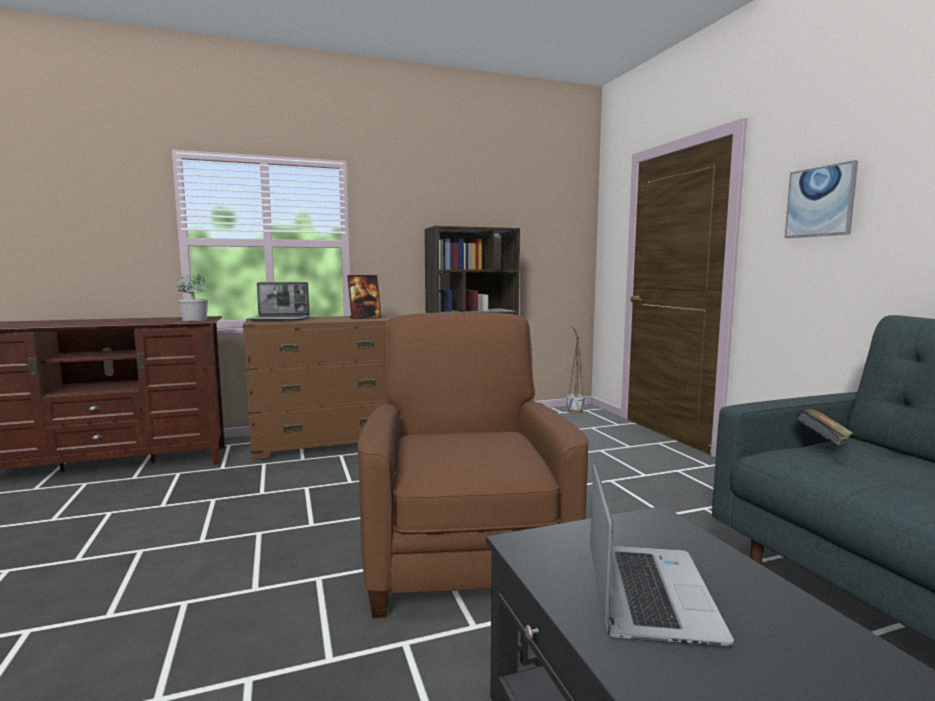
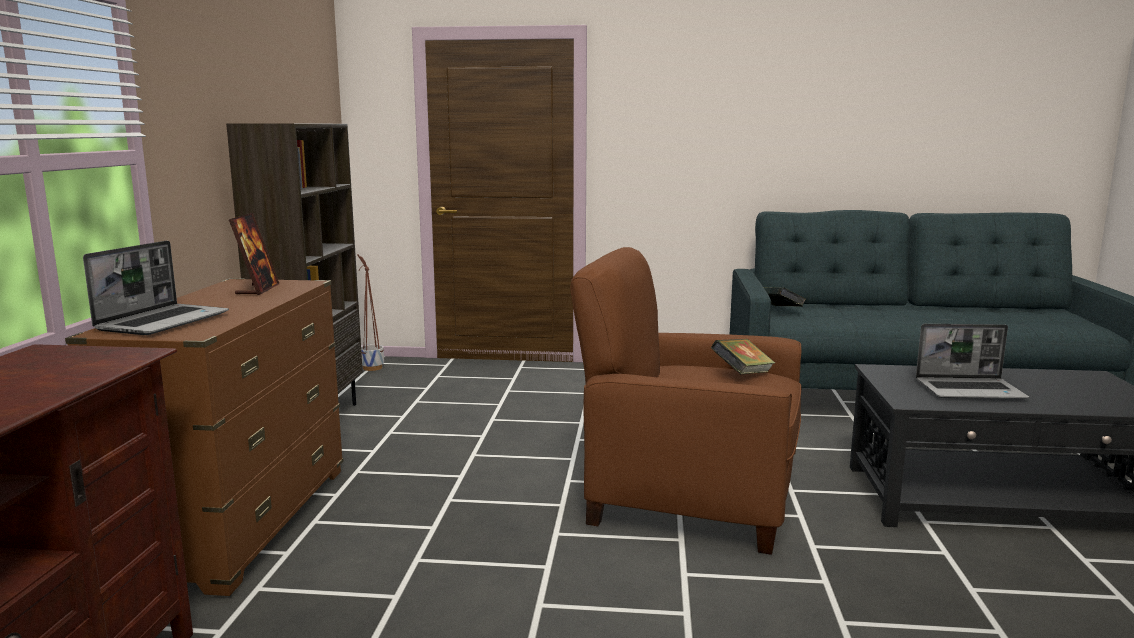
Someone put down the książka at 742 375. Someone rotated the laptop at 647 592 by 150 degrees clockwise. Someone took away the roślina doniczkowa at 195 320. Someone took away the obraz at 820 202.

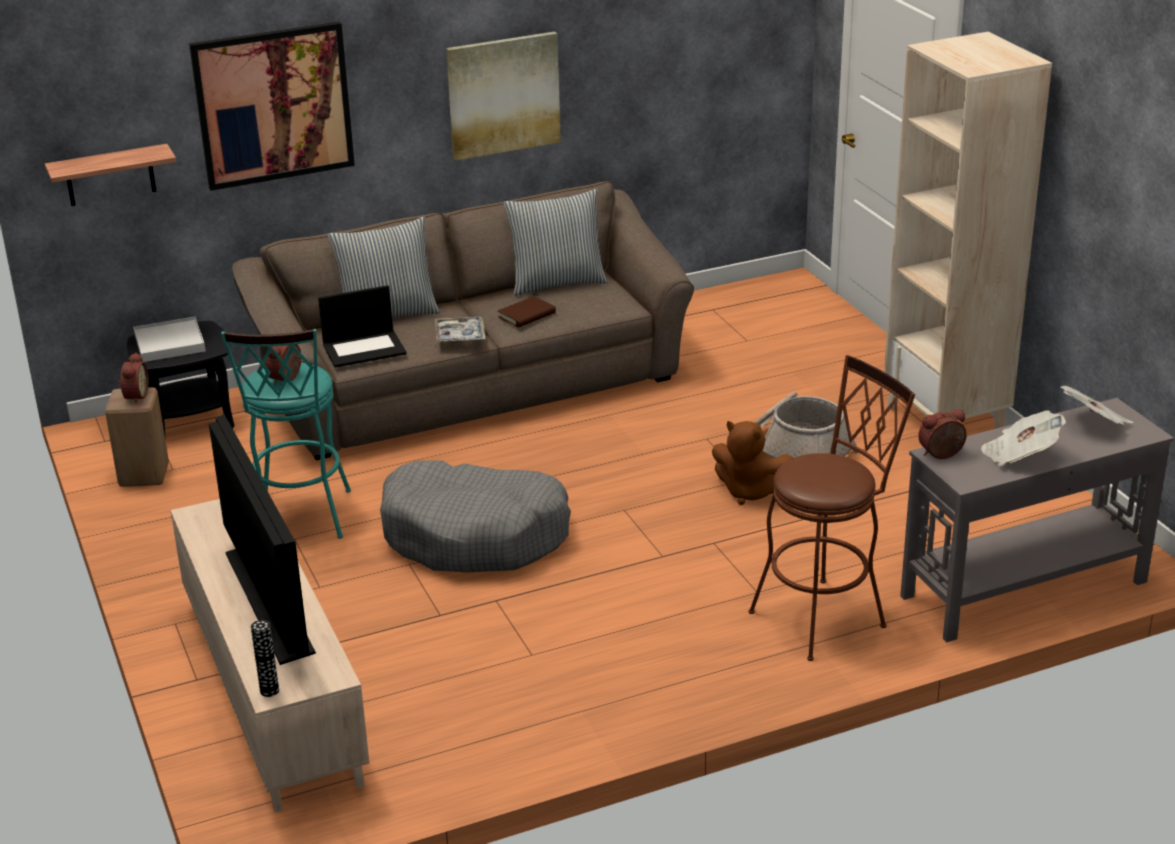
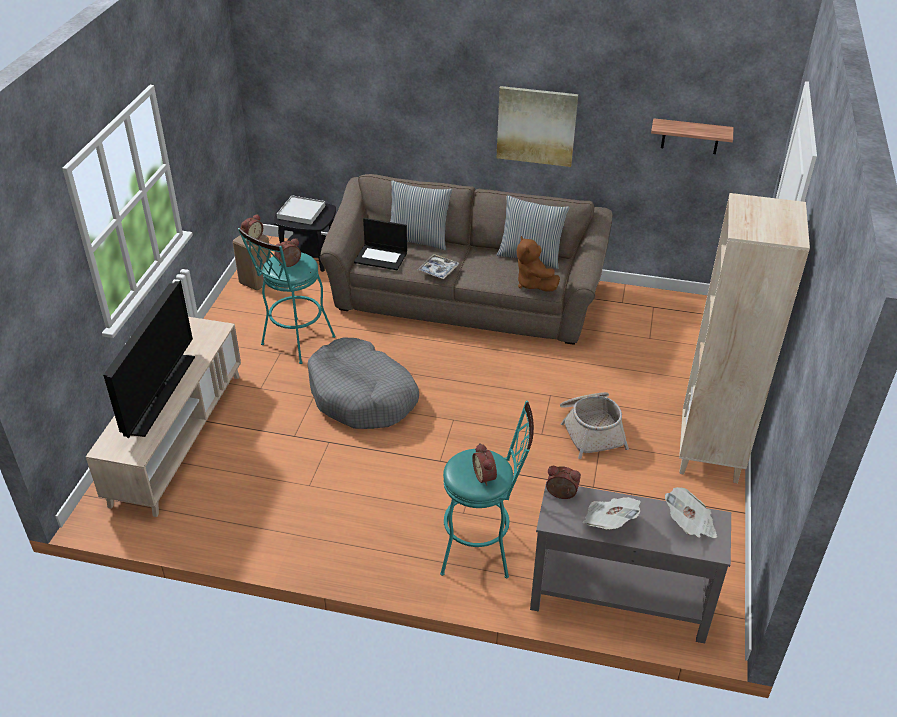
Someone repainted the stołek (brązowy) at 826 615, which became the stołek (turkusowy) at 483 550. Someone put down the budzik at 486 476. Someone carried the pluszak (brązowy) from 751 492 to 533 284. Someone carried the półka from 110 175 to 690 136. Someone took away the obraz at 273 105. Someone took away the wazon at 269 690. Someone took away the książka (brązowy) at 527 315.

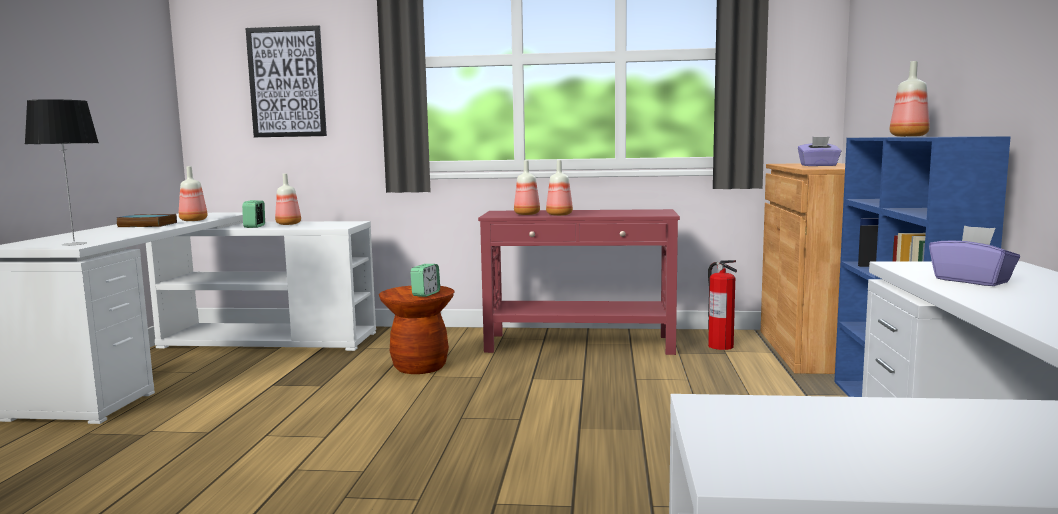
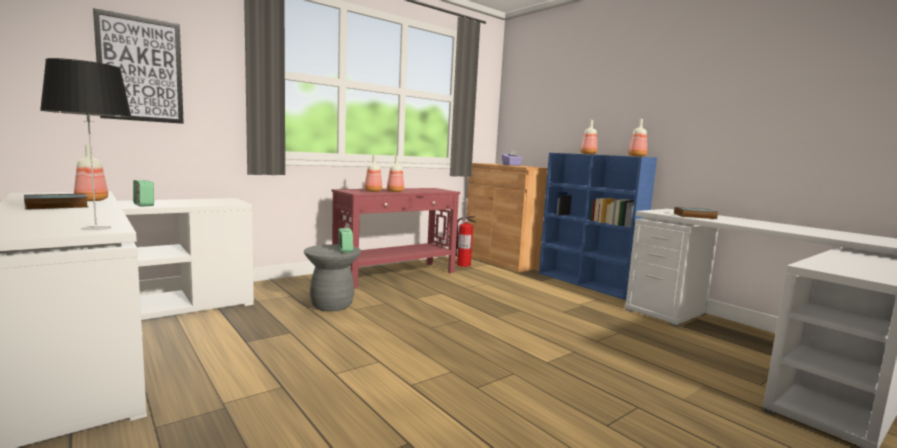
Someone repainted the stołek (brązowy) at 420 367, which became the stołek (szary) at 332 305. Someone carried the butelka from 289 224 to 636 156. Someone swapped the pudełko chusteczek (fioletowy) at 971 280 for the książka at 694 216.

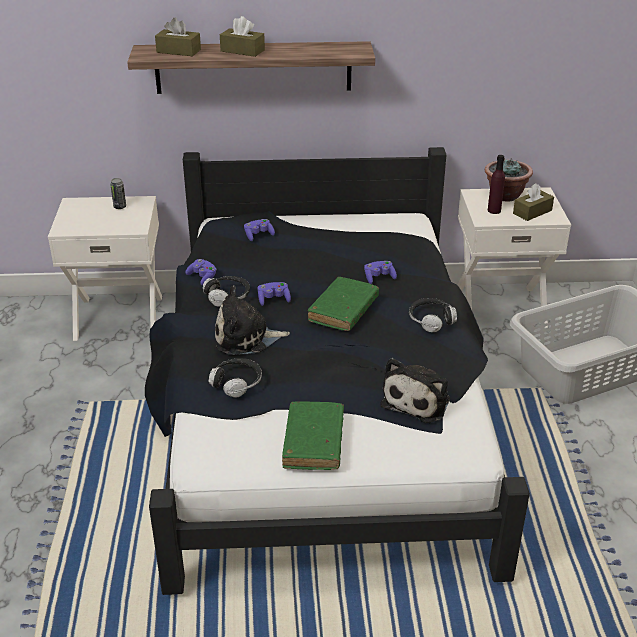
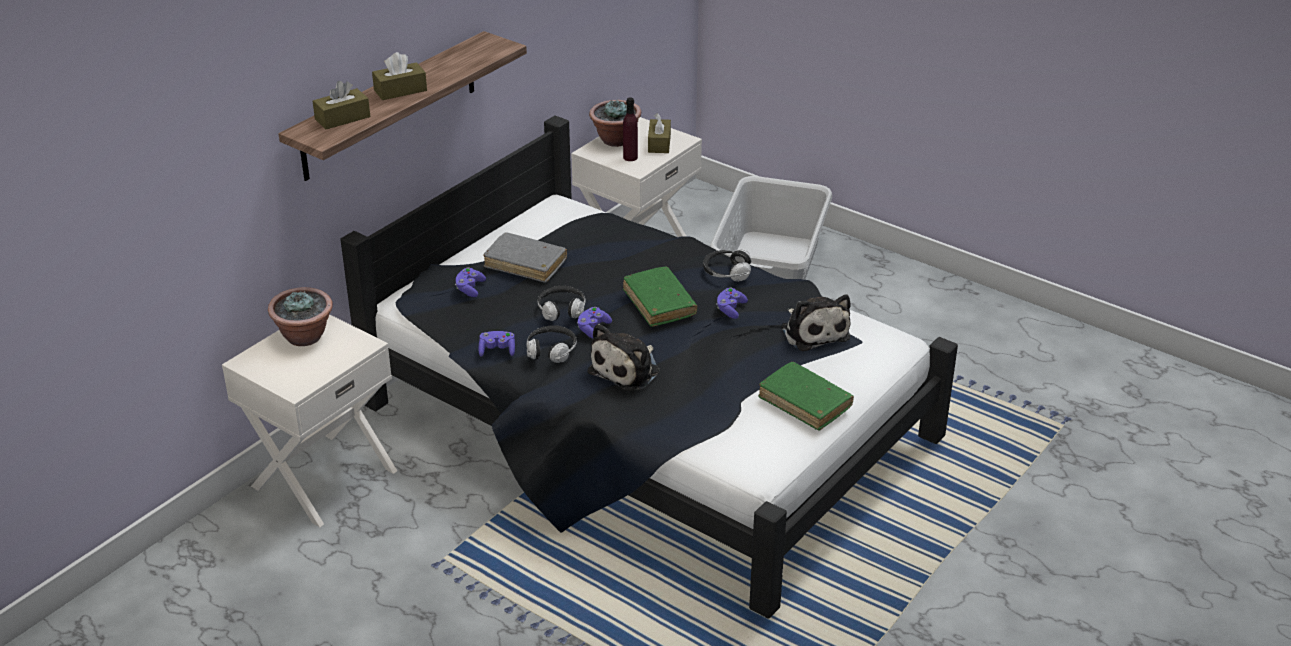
Someone swapped the puszka at 120 207 for the roślina doniczkowa at 305 337. Someone put down the książka (szary) at 525 264. Someone carried the słuchawki from 237 383 to 562 310. Someone carried the pad do gier (fioletowy) from 379 278 to 730 309.

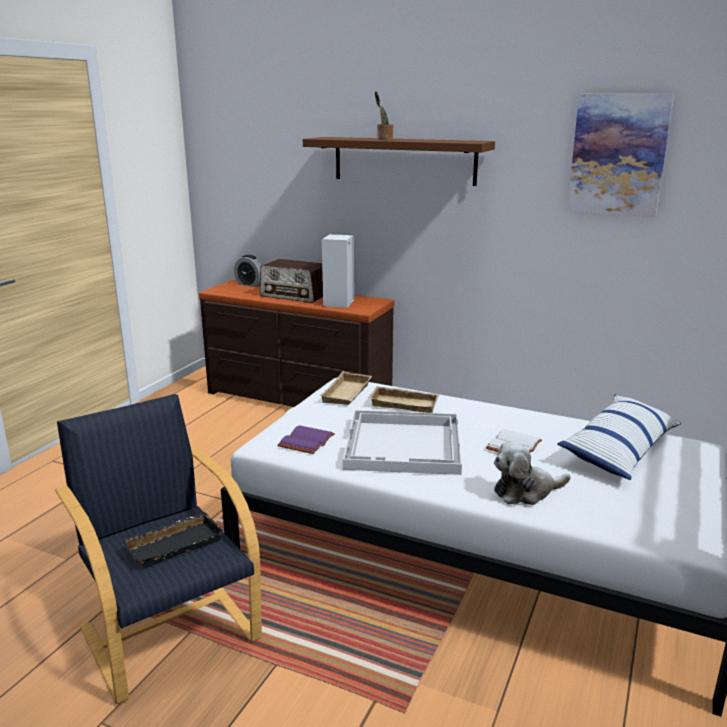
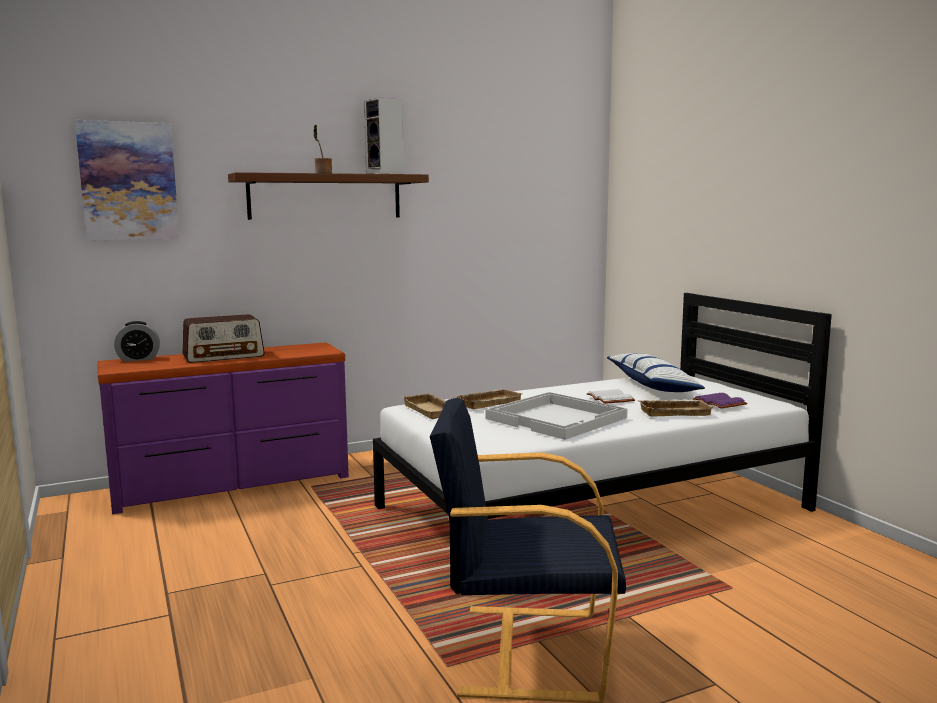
Someone carried the obraz from 618 155 to 128 181. Someone repainted the komoda (brązowy) at 297 399, which became the komoda (fioletowy) at 232 484. Someone carried the głośnik from 339 303 to 386 174. Someone swapped the pluszak at 525 491 for the taca (beżowy) at 674 412. Someone carried the książka (fioletowy) from 305 441 to 717 403. Someone took away the taca (czarny) at 174 543.

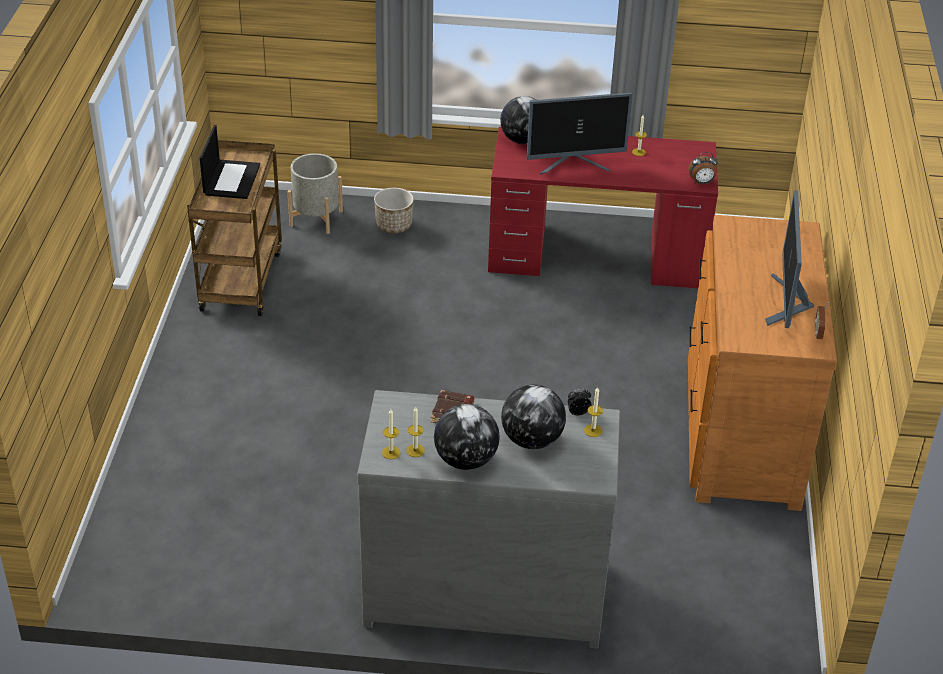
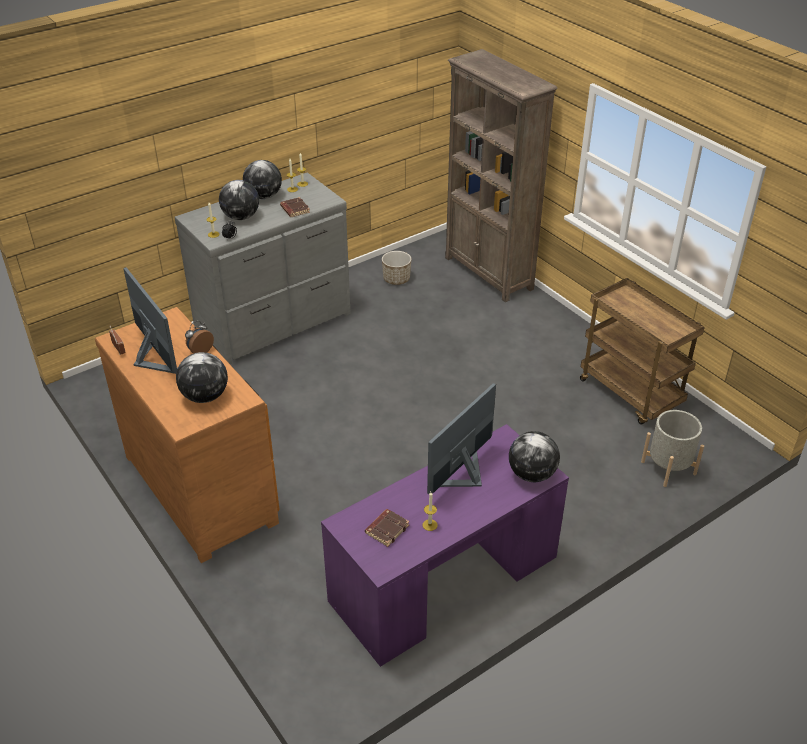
Someone put down the globus at 204 396. Someone carried the budzik from 701 183 to 200 351. Someone repainted the biurko (czerwony) at 597 254, which became the biurko (fioletowy) at 443 578. Someone put down the książka (brązowy) at 387 529. Someone carried the donica from 394 225 to 396 279. Someone put down the regał (brązowy) at 489 273. Someone took away the laptop at 231 179.

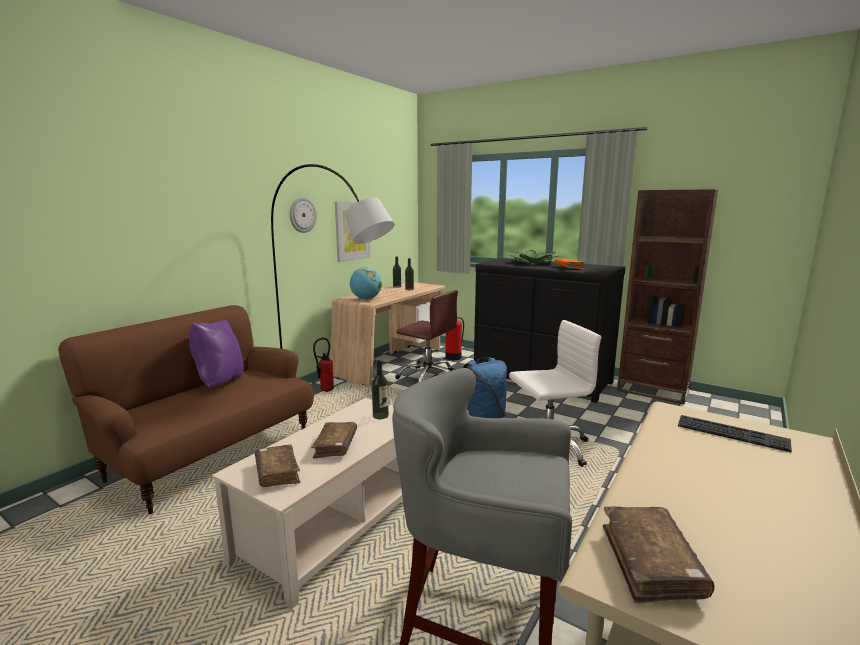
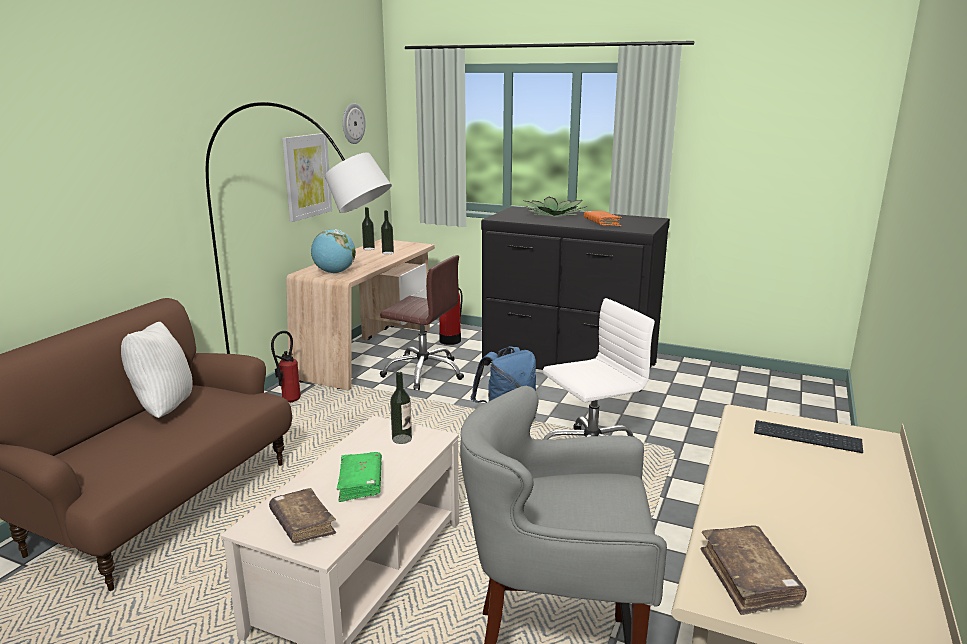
Someone repainted the poduszka (fioletowy) at 219 383, which became the poduszka (biały) at 163 409. Someone repainted the książka (brązowy) at 335 446, which became the książka (zielony) at 360 483. Someone carried the zegar ścienny from 302 215 to 353 123. Someone took away the regał (brązowy) at 653 390.

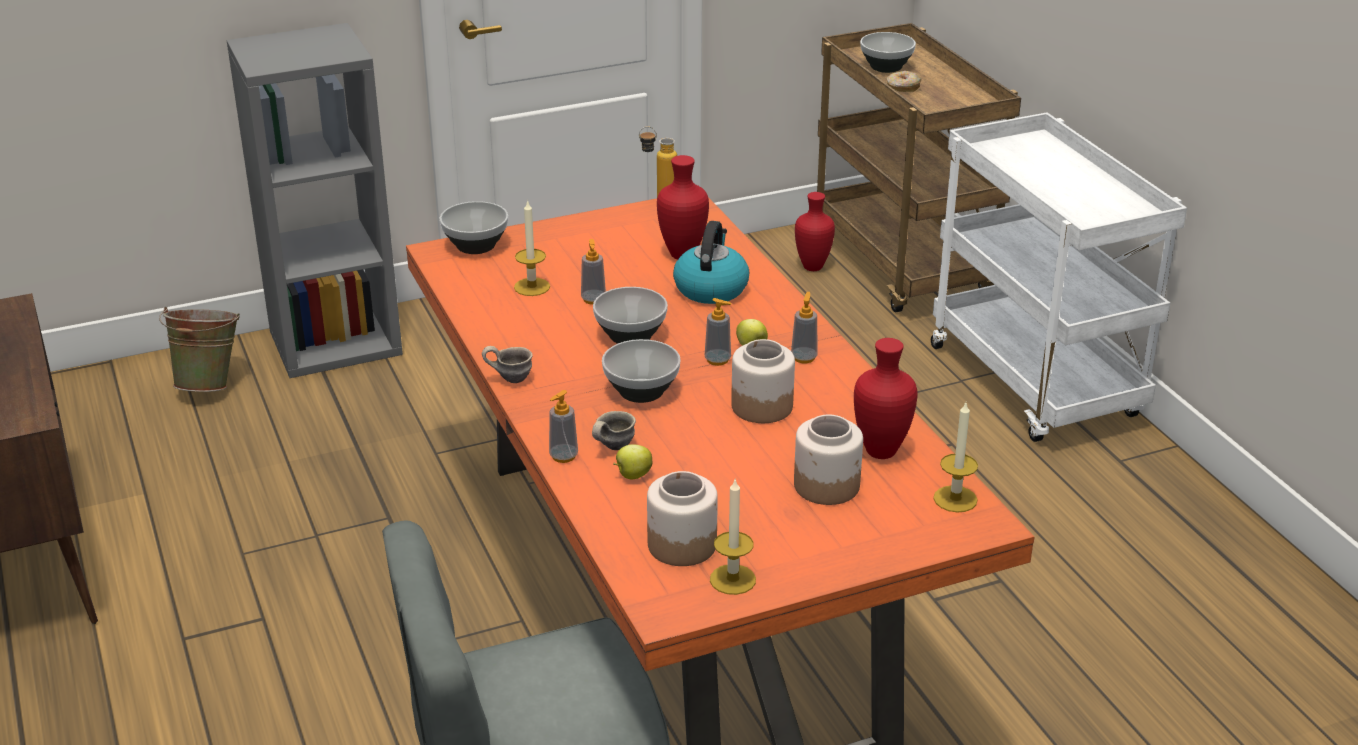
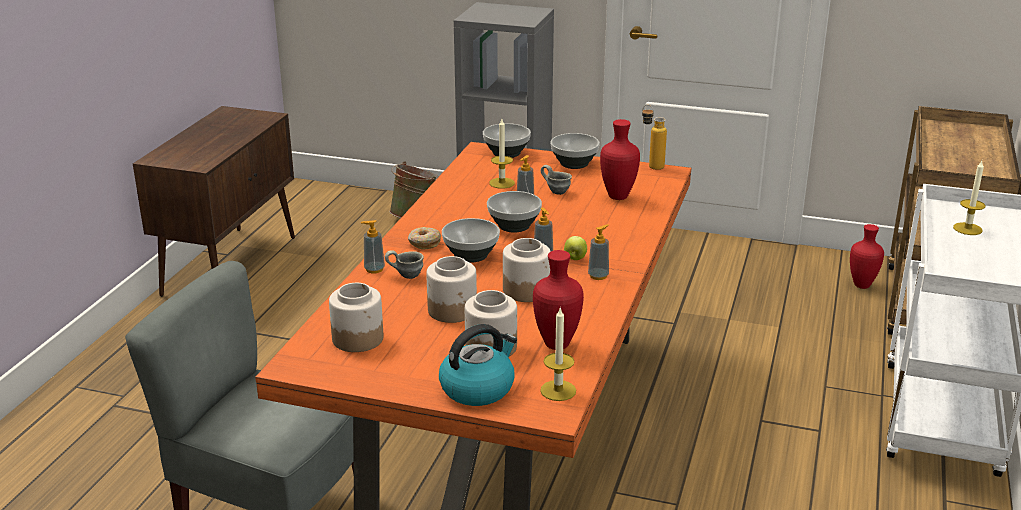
Someone carried the donut from 903 87 to 424 243. Someone put down the słoik at 453 311. Someone carried the czajnik from 711 288 to 478 388. Someone carried the kubek (szary) from 511 378 to 557 191. Someone carried the miska from 885 67 to 573 164. Someone carried the świeca from 732 579 to 967 229. Someone took away the jabłko at 632 475.

